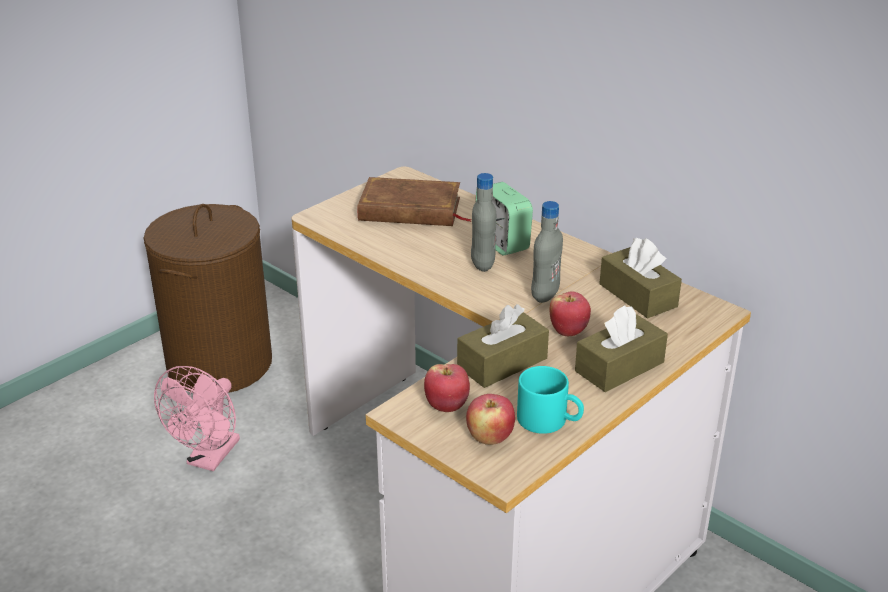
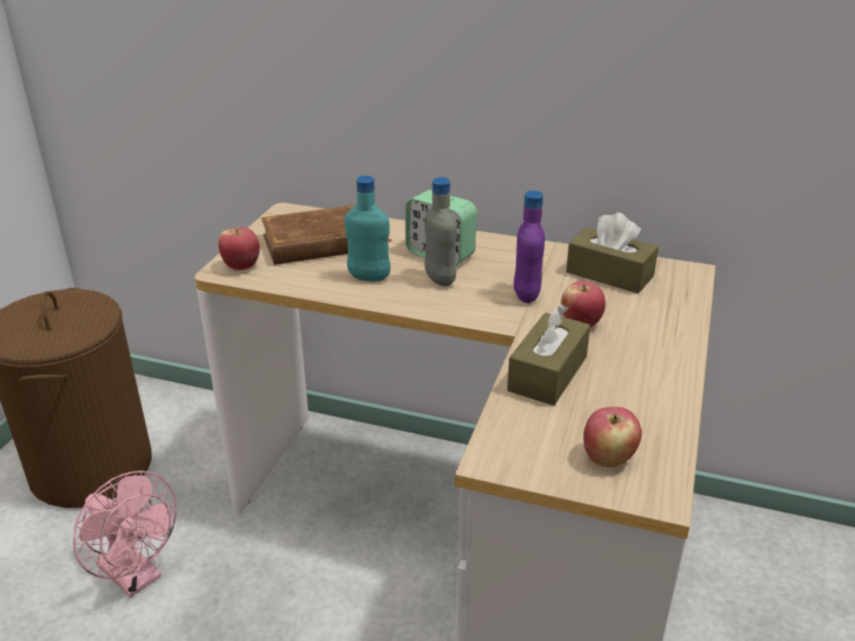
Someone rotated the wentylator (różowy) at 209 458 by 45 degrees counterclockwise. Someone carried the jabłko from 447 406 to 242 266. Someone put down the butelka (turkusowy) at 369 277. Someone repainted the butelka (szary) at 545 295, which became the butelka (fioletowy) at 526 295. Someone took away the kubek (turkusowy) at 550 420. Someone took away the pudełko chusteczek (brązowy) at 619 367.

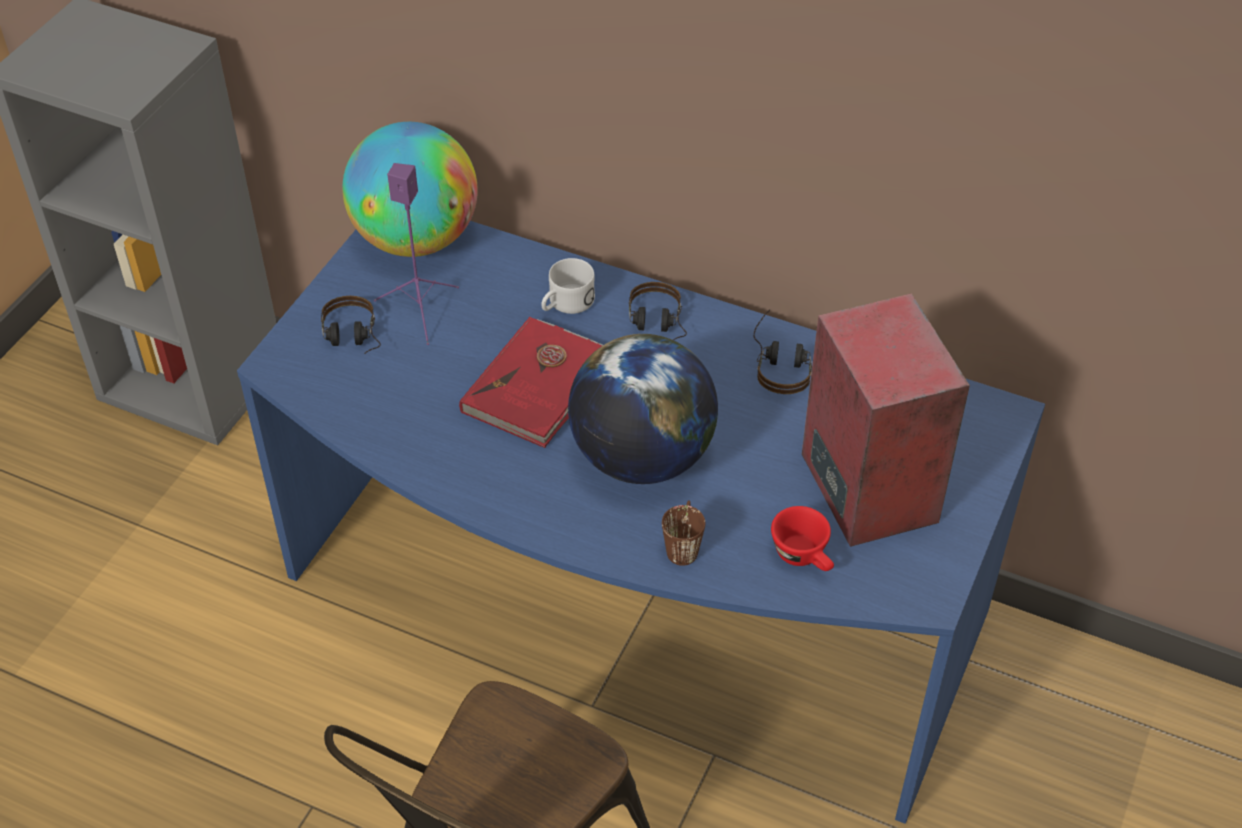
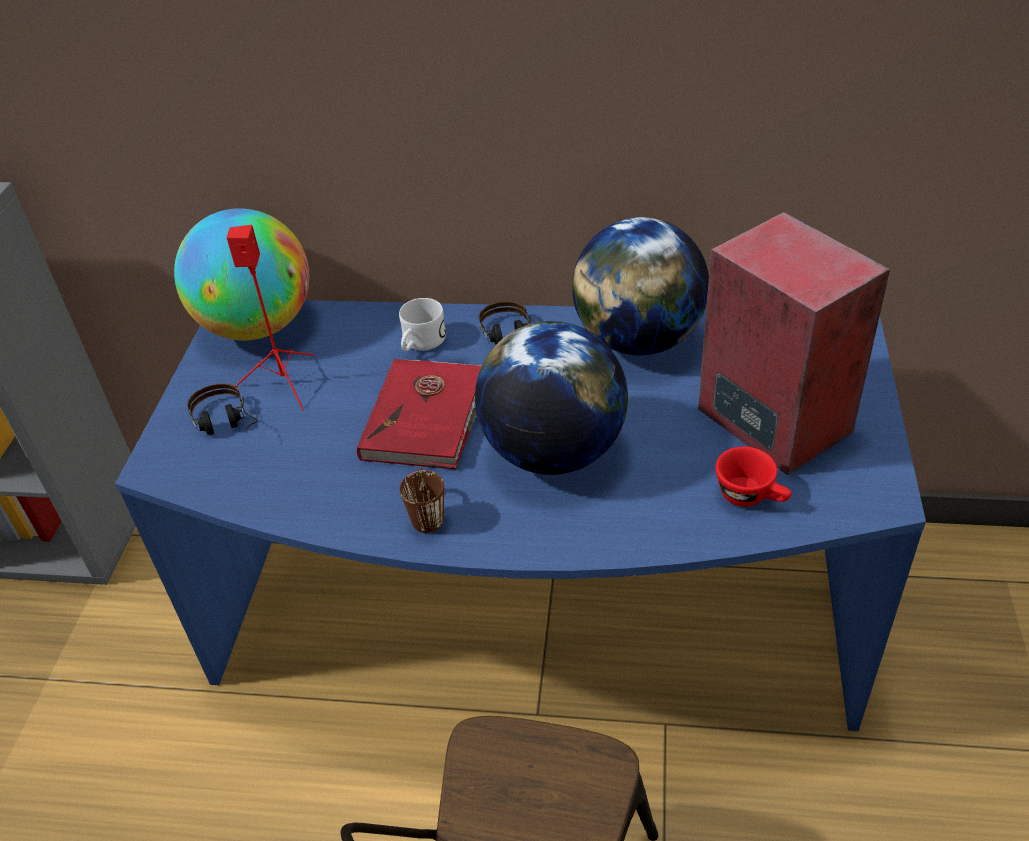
Someone repainted the głośnik (fioletowy) at 420 309, which became the głośnik (czerwony) at 284 382. Someone carried the kubek (brązowy) from 683 545 to 426 513. Someone swapped the słuchawki at 781 363 for the globus at 638 340.

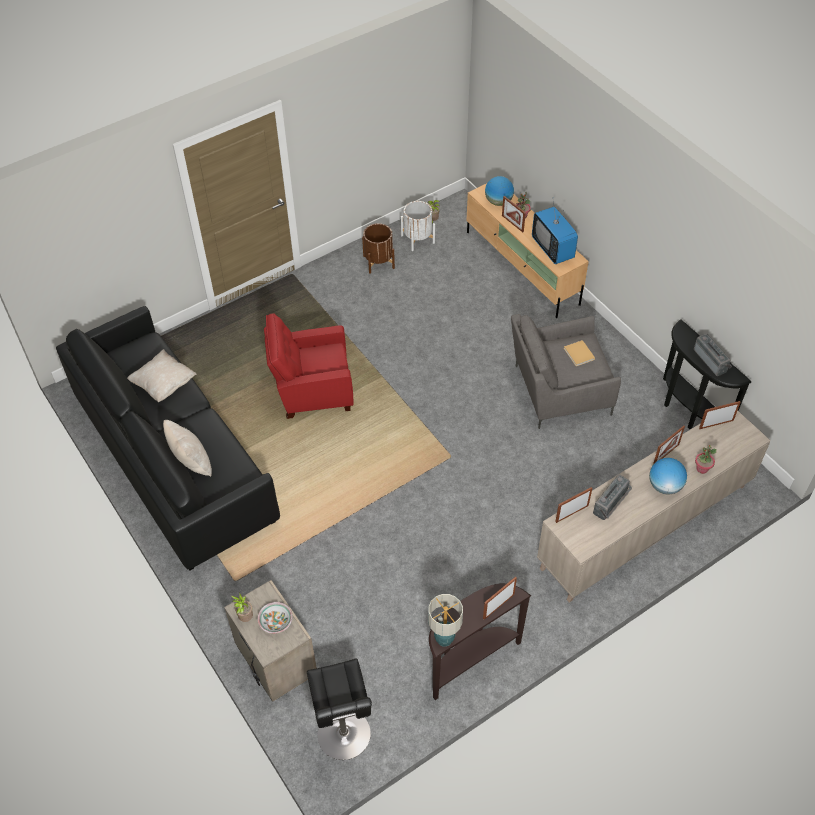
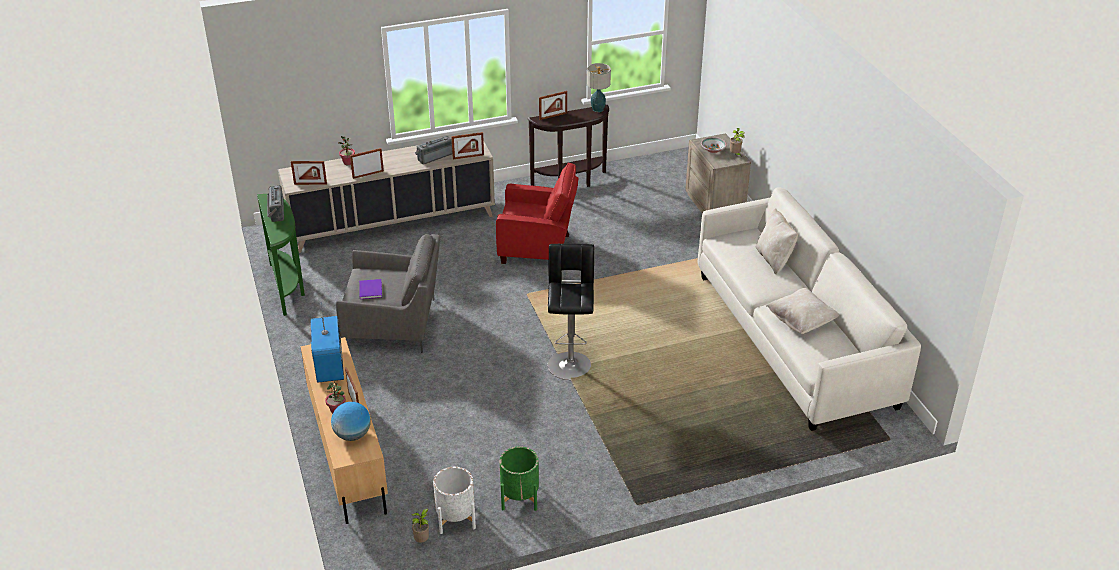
Someone repainted the stolik konsolowy (czarny) at 687 411, which became the stolik konsolowy (zielony) at 288 287. Someone repainted the książka (beżowy) at 579 354, which became the książka (fioletowy) at 370 289. Someone carried the fotel (czerwony) from 312 391 to 538 249. Someone repainted the donica (brązowy) at 378 262, which became the donica (zielony) at 520 497. Someone carried the stołek (czarny) from 345 738 to 570 362. Someone repainted the kanapa (czarny) at 174 459, which became the kanapa (biały) at 794 339. Someone took away the globus at 665 486.

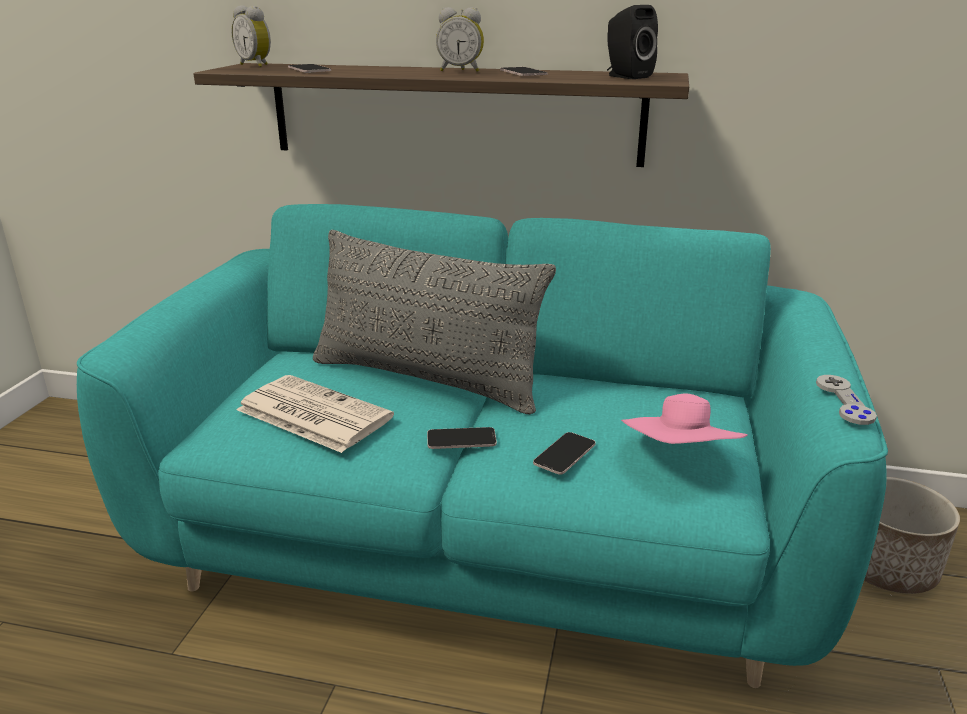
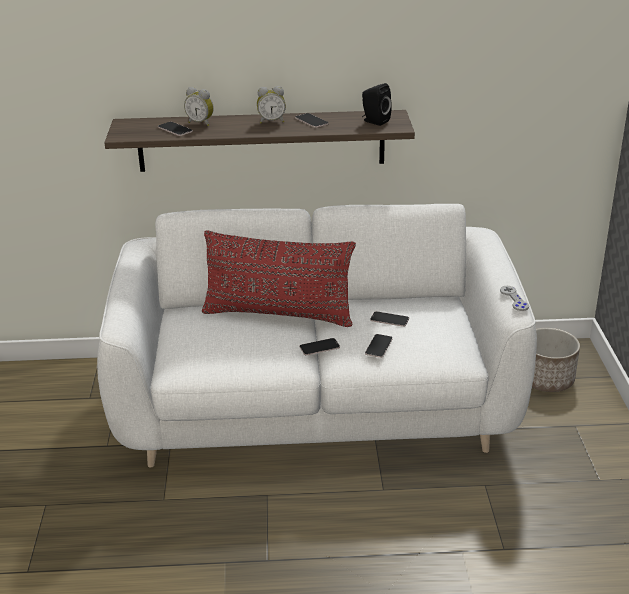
Someone repainted the kanapa (turkusowy) at 483 548, which became the kanapa (biały) at 316 411. Someone carried the budzik from 256 65 to 201 123. Someone repainted the poduszka (szary) at 426 379, which became the poduszka (czerwony) at 278 314. Someone put down the telefon at 389 319. Someone took away the gazeta at 311 414. Someone took away the kapelusz (różowy) at 680 458.

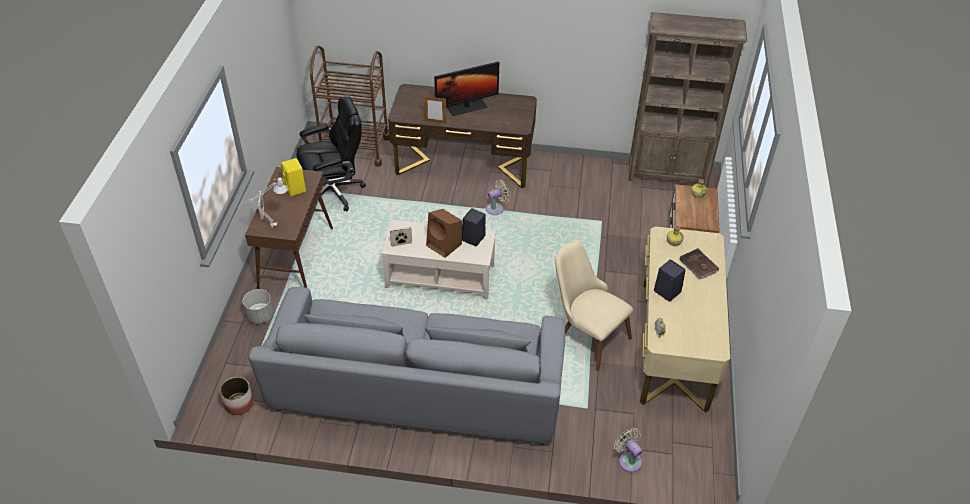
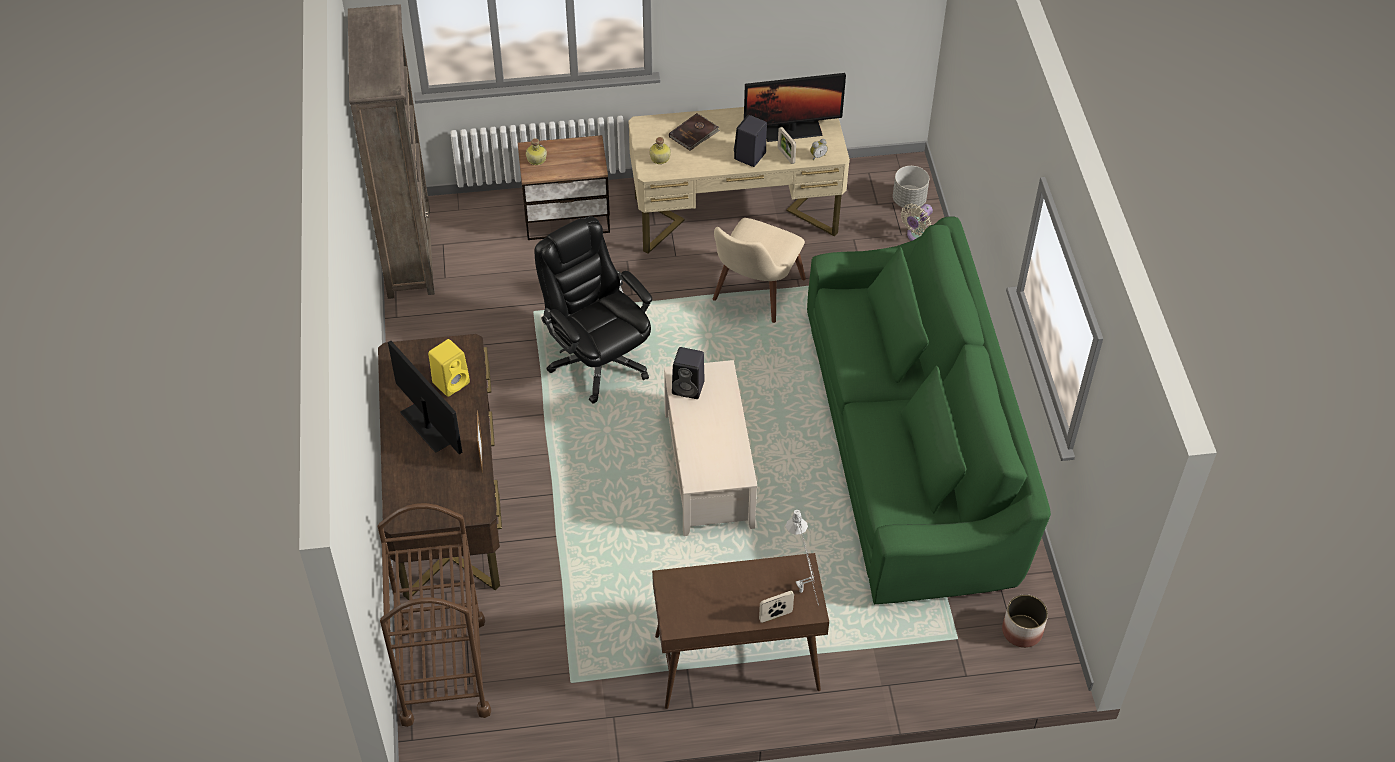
Someone carried the głośnik (żółty) from 295 189 to 452 382. Someone carried the krzesło biurowe (czarny) from 334 191 to 598 360. Someone put down the monitor at 792 130. Someone carried the ramka na zdjęcie from 401 244 to 786 156. Someone repainted the kanapa (szary) at 416 390, which became the kanapa (zielony) at 912 445. Someone carried the donica (szary) from 260 316 to 909 200. Someone took away the głośnik (brązowy) at 445 245. Someone took away the wentylator (beżowy) at 496 209.

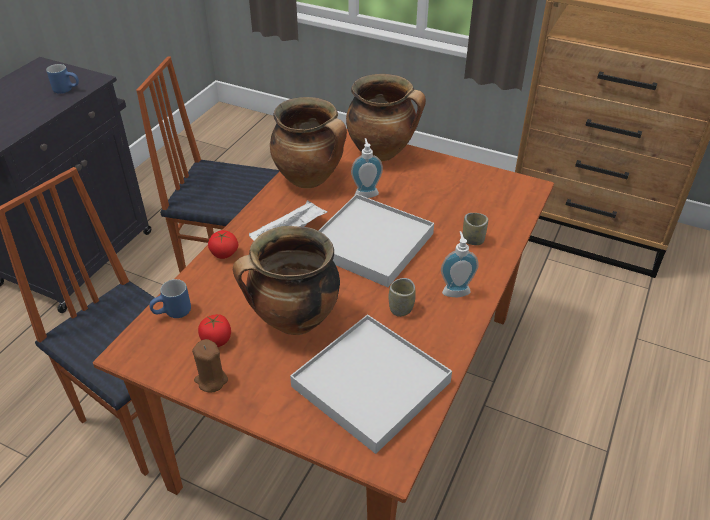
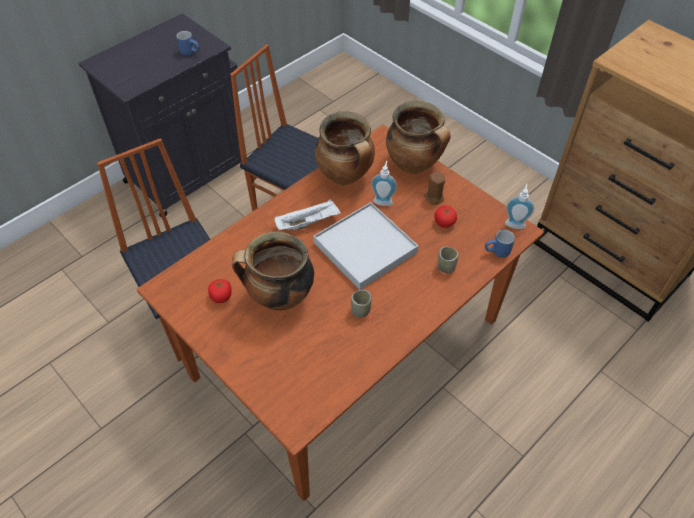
Someone carried the świeca (brązowy) from 211 380 to 433 197. Someone carried the pomidor from 224 253 to 444 222. Someone carried the kubek (niebieski) from 173 314 to 497 253. Someone carried the dozownik mydła from 455 290 to 515 223. Someone took away the taca (biały) at 370 384.

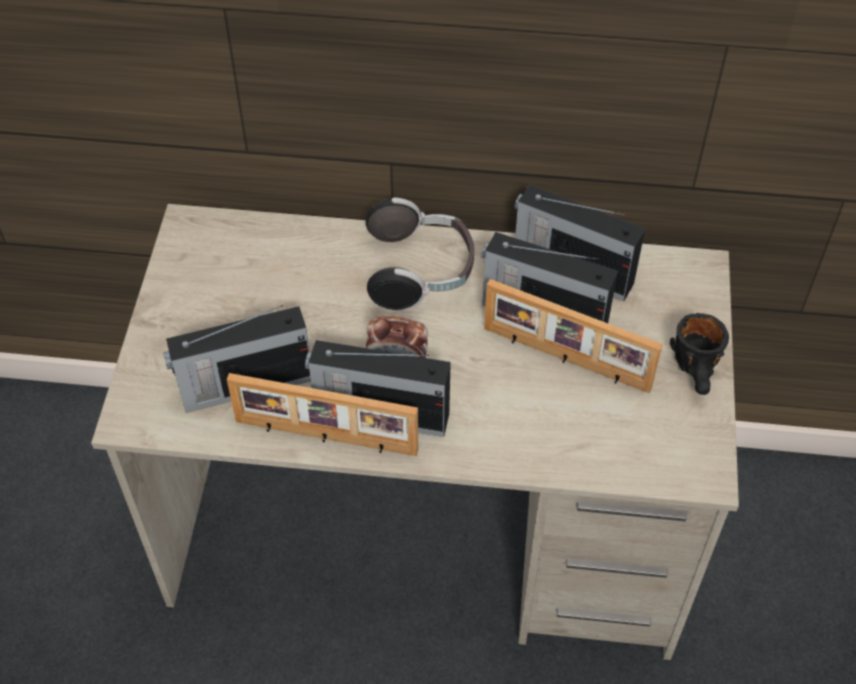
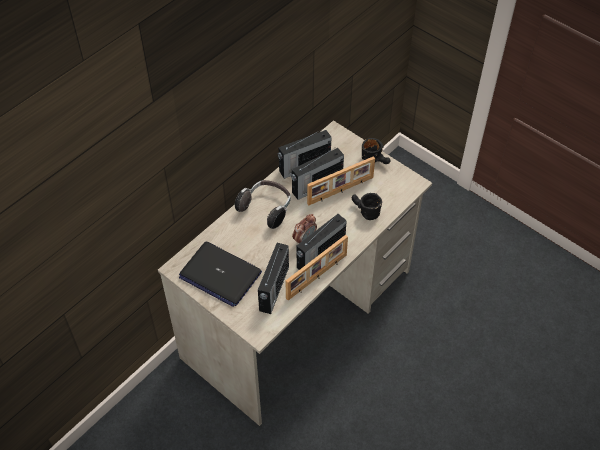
Someone put down the laptop at 220 274. Someone put down the kubek (czarny) at 364 211.

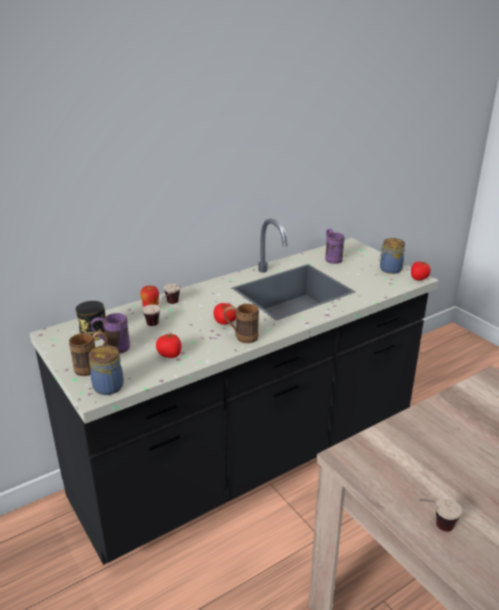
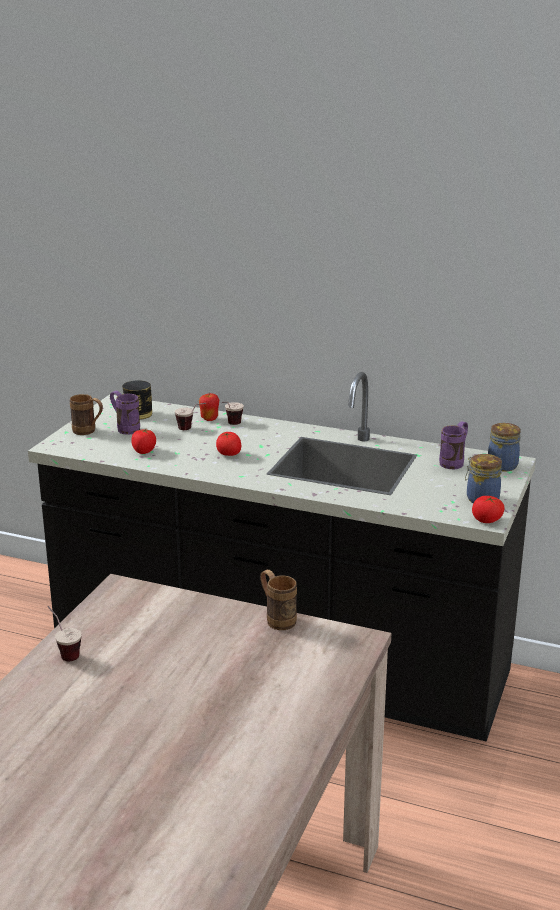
Someone carried the kubek (brązowy) from 241 337 to 277 618. Someone carried the słoik from 109 386 to 503 465.

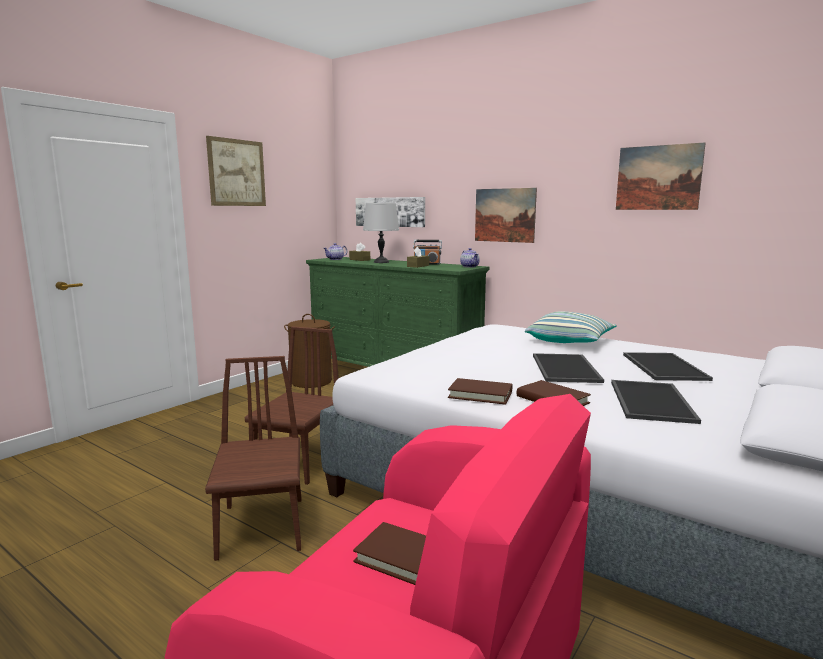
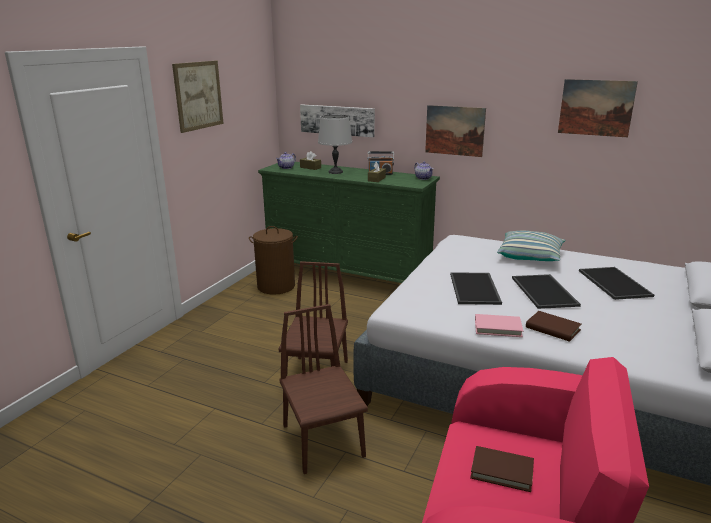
Someone carried the taca from 653 401 to 475 289. Someone repainted the książka (brązowy) at 480 394, which became the książka (różowy) at 497 328.

